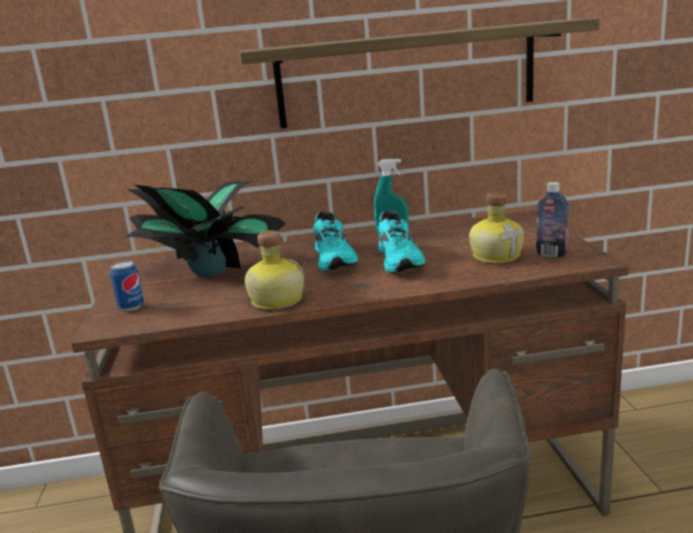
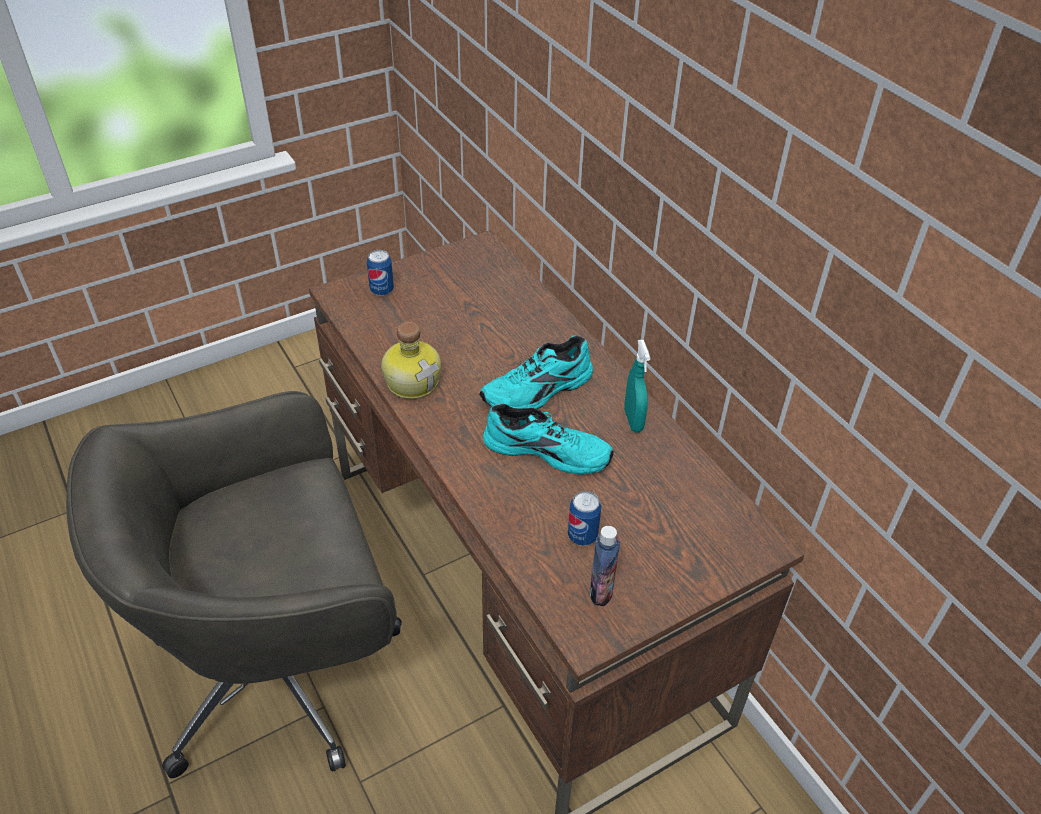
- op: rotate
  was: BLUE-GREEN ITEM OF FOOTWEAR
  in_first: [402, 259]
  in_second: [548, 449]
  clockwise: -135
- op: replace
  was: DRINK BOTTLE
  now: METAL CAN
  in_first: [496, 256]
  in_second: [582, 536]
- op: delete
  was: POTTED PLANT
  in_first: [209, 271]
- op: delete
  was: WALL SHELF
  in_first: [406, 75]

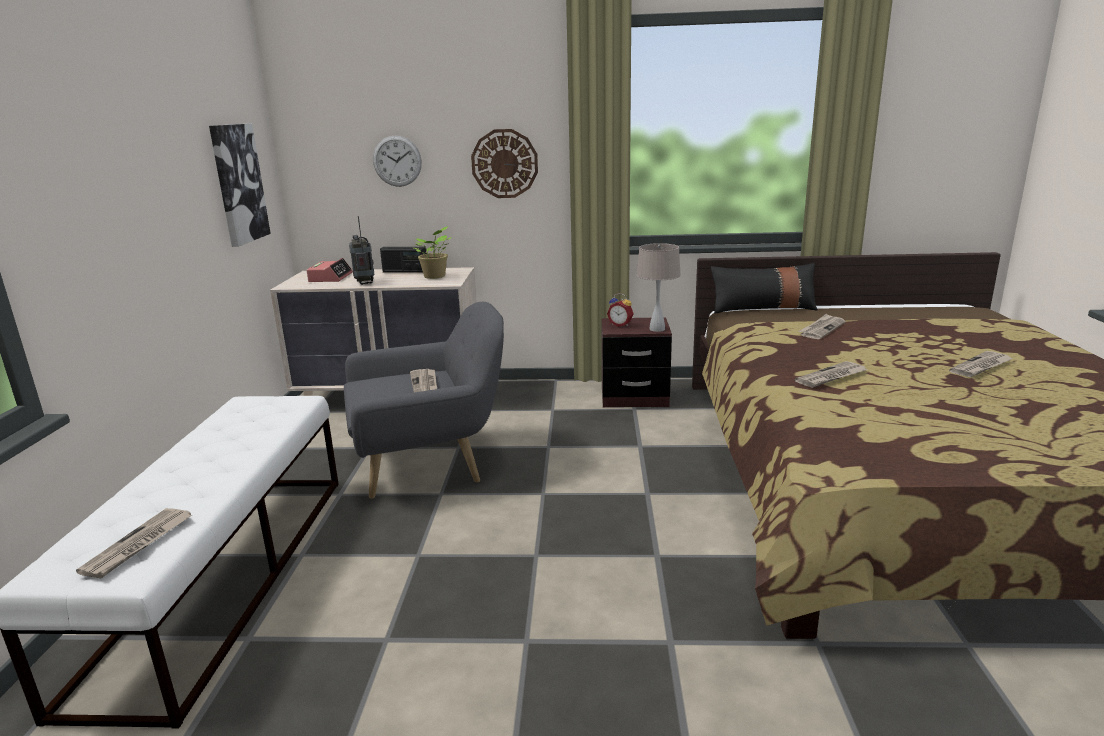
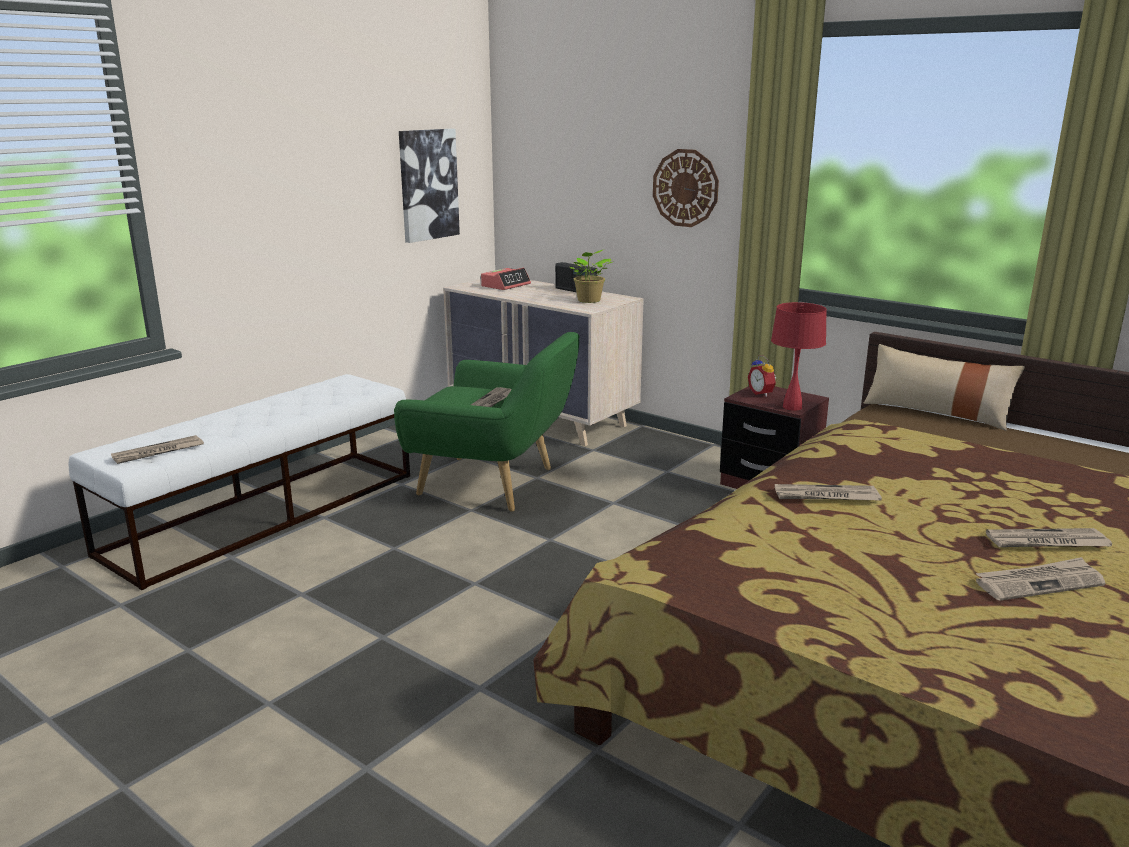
- op: recolor
  was: GREYISH ARMCHAIR
  now: GREEN-COLOURED ARMCHAIR
  in_first: [429, 465]
  in_second: [494, 484]
- op: recolor
  was: BEIGE LAMP FOR A TABLE
  now: REDDISH LAMP FOR A TABLE
  in_first: [657, 329]
  in_second: [792, 407]
- op: recolor
  was: BLACK CUSHION
  now: BEIGE CUSHION
  in_first: [762, 308]
  in_second: [936, 412]
- op: move
  was: DAILY PAPER
  in_first: [821, 329]
  in_second: [1039, 583]
- op: delete
  was: RADIO RECEIVER
  in_first: [365, 283]
- op: delete
  was: HANGING CLOCK
  in_first: [397, 161]

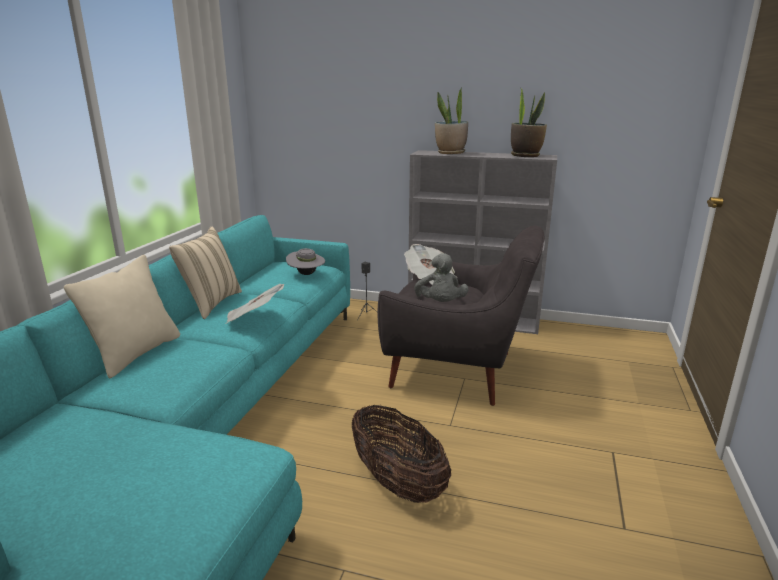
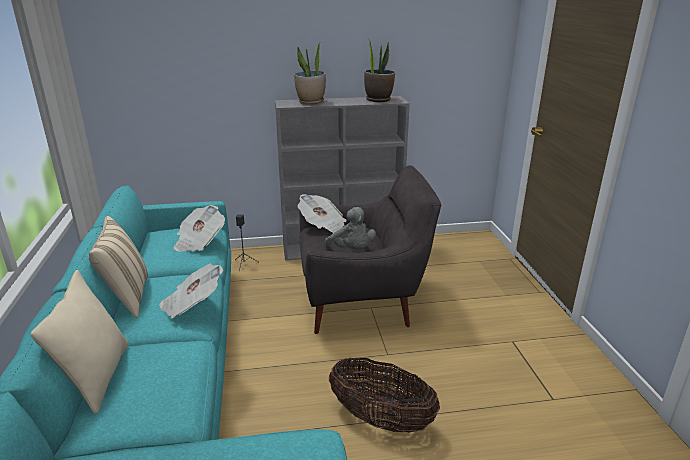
- op: replace
  was: GREYISH HAT
  now: DAILY PAPER
  in_first: [306, 274]
  in_second: [199, 242]

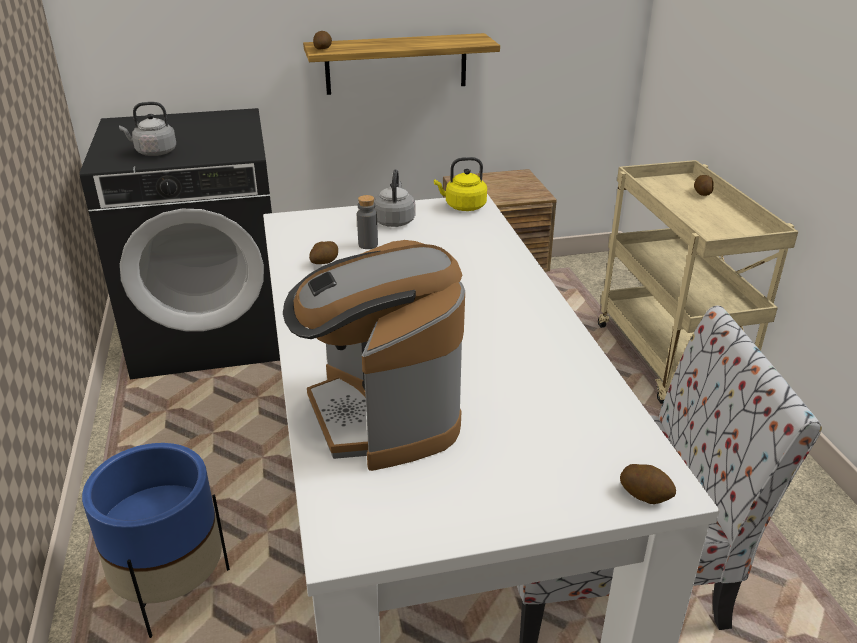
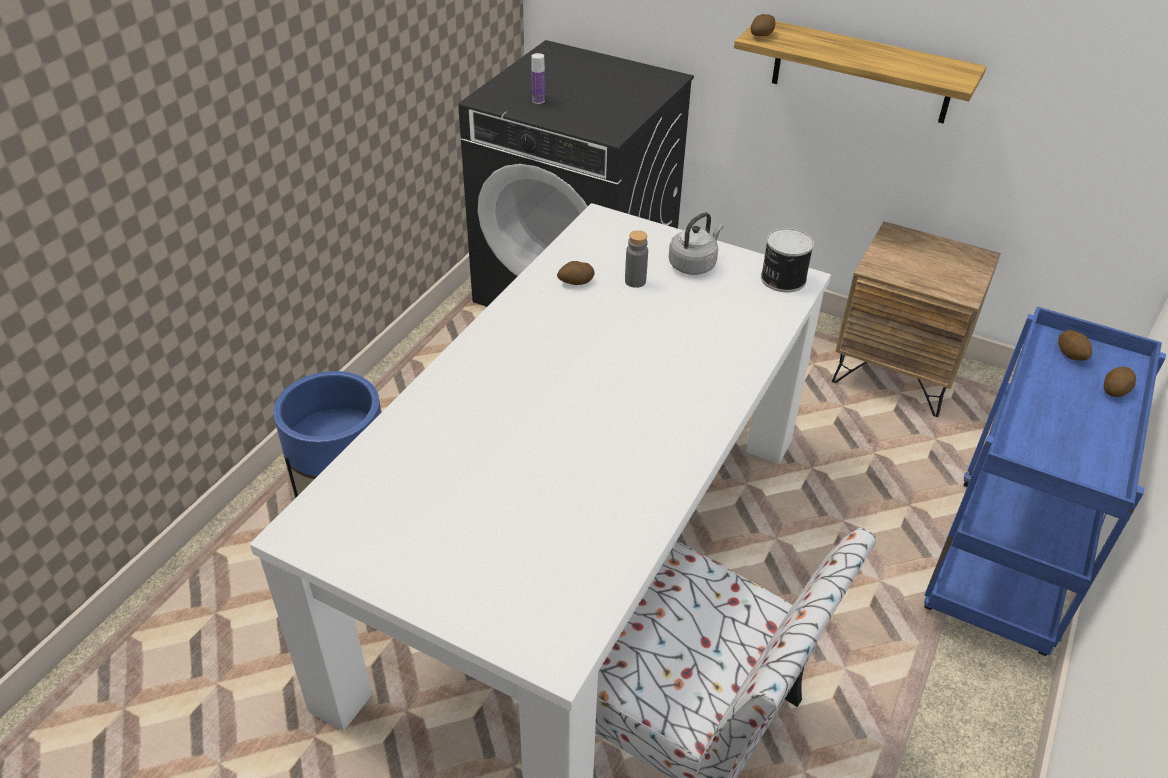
- op: replace
  was: GREYISH KETTLE
  now: DRINK BOTTLE
  in_first: [154, 152]
  in_second: [538, 101]
- op: replace
  was: YELLOW-COLOURED KETTLE
  now: METAL CAN
  in_first: [463, 206]
  in_second: [782, 279]
- op: recolor
  was: BEIGE WHEELED CART
  now: BLUE WHEELED CART
  in_first: [671, 360]
  in_second: [1002, 569]
- op: move
  was: WHOLE POTATO
  in_first: [645, 495]
  in_second: [1071, 354]
- op: delete
  was: COFFEE MAKER
  in_first: [382, 415]

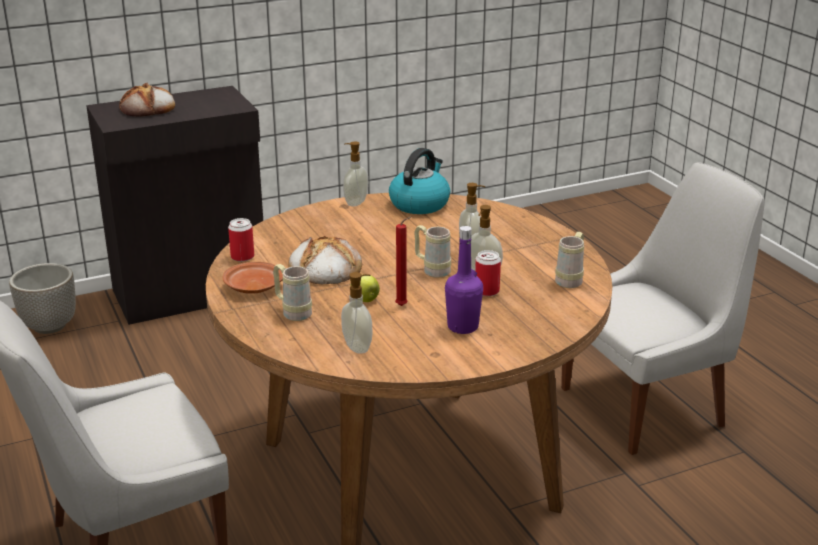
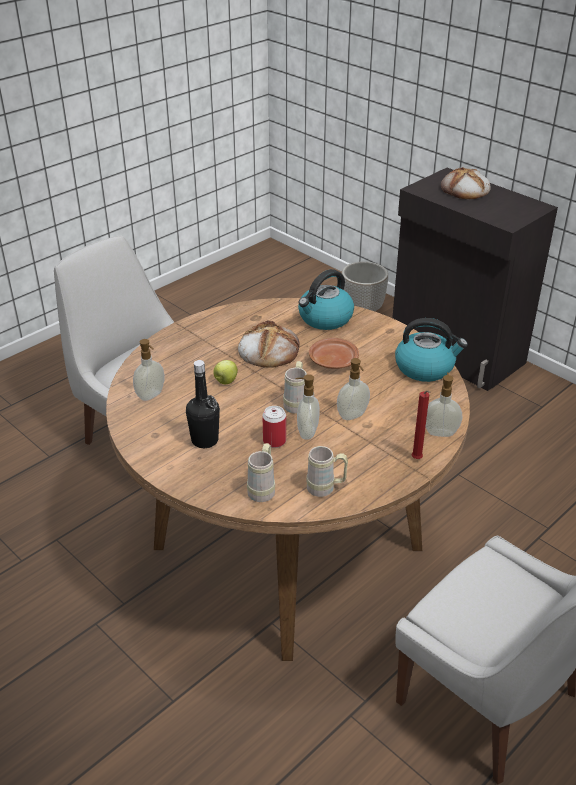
- op: recolor
  was: PURPLISH DRINK BOTTLE
  now: BLACK DRINK BOTTLE
  in_first: [463, 327]
  in_second: [204, 440]
- op: move
  was: BEIGE MUG
  in_first: [293, 312]
  in_second: [263, 489]
- op: insert
  now: KETTLE
  in_second: [325, 318]
- op: move
  was: BROWN-COLOURED PLATE
  in_first: [253, 287]
  in_second: [333, 360]
- op: move
  was: REDDISH CANDLE
  in_first: [403, 306]
  in_second: [417, 460]
- op: move
  was: SOAP BOTTLE
  in_first: [355, 202]
  in_second: [440, 432]
- op: delete
  was: METAL CAN
  in_first: [242, 257]

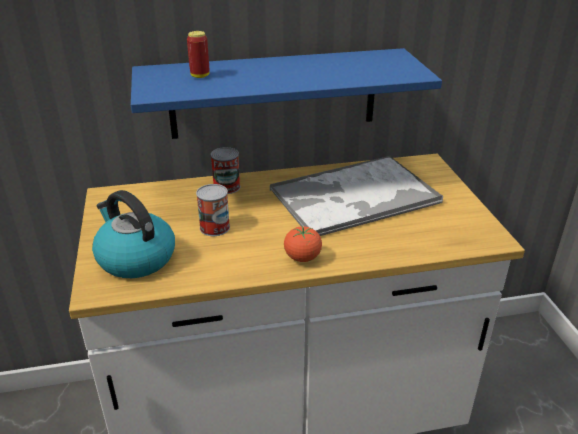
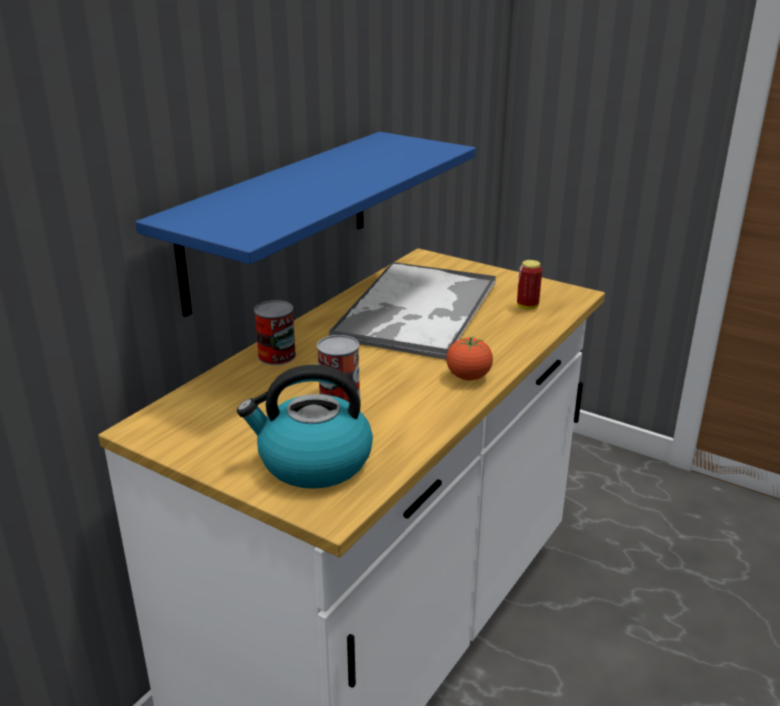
- op: move
  was: METAL CAN
  in_first: [200, 76]
  in_second: [527, 306]

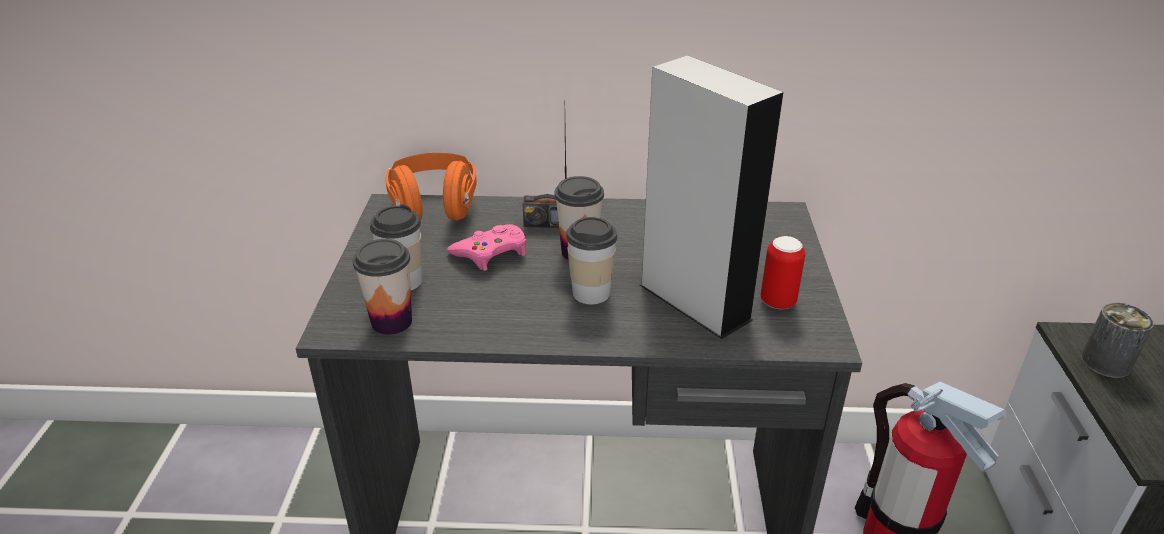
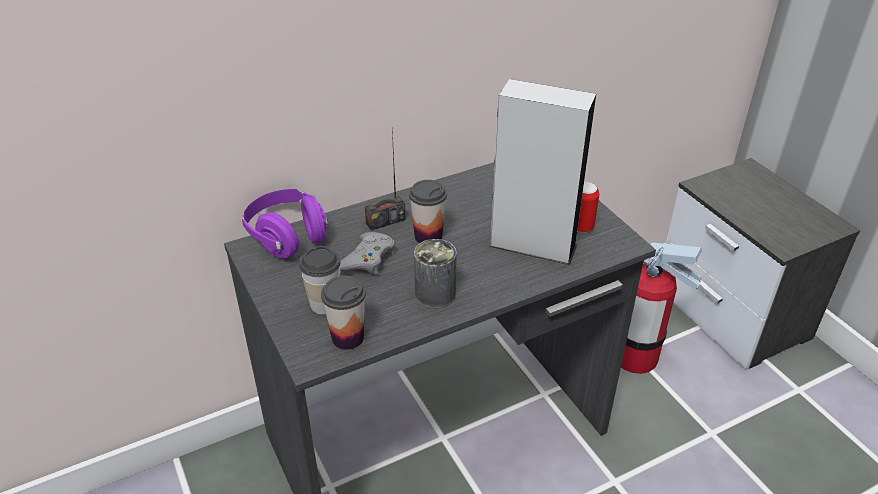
- op: recolor
  was: ORANGEY PAIR OF HEADPHONES
  now: PURPLISH PAIR OF HEADPHONES
  in_first: [434, 207]
  in_second: [288, 237]
- op: recolor
  was: PINK JOYPAD
  now: GREYISH JOYPAD
  in_first: [491, 252]
  in_second: [367, 259]
- op: move
  was: METAL CAN
  in_first: [1105, 363]
  in_second: [435, 294]
- op: delete
  was: SMALL CUP
  in_first: [591, 293]

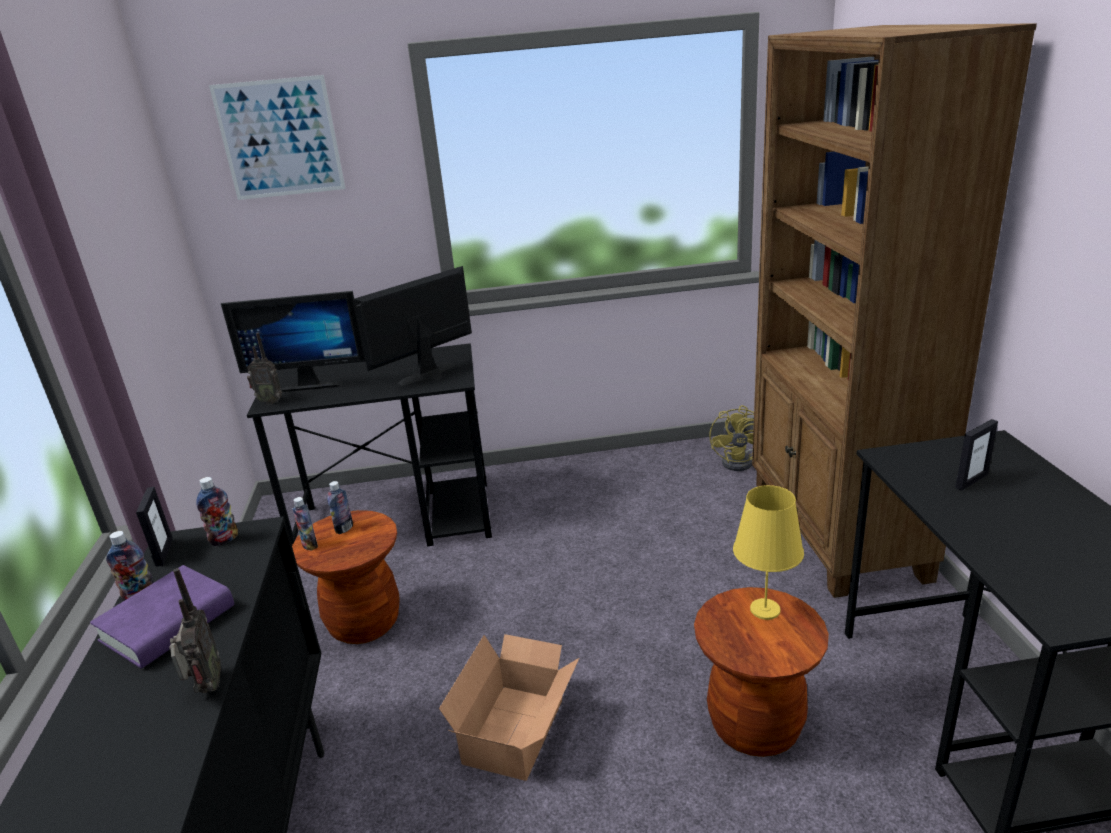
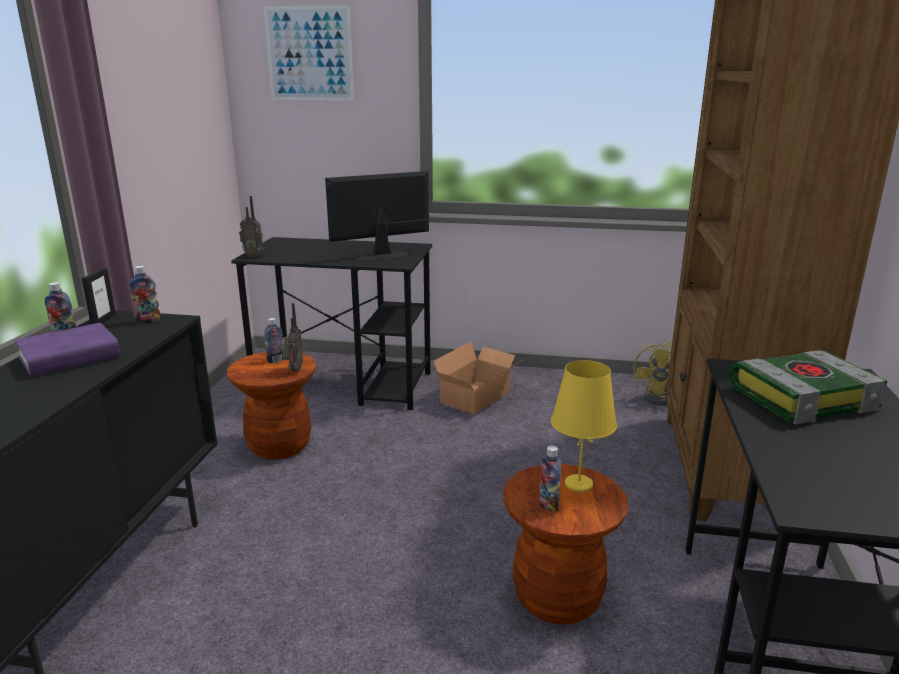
- op: move
  was: RADIO RECEIVER
  in_first: [206, 688]
  in_second: [293, 370]
- op: move
  was: CARTON
  in_first: [519, 730]
  in_second: [478, 397]
- op: move
  was: DRINK BOTTLE
  in_first: [310, 545]
  in_second: [548, 505]
- op: replace
  was: PHOTO FRAME
  now: VOLUME
  in_first: [971, 481]
  in_second: [802, 397]
- op: delete
  was: MONITOR
  in_first: [311, 384]

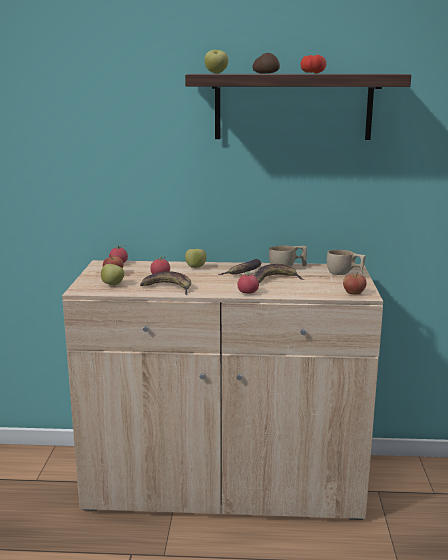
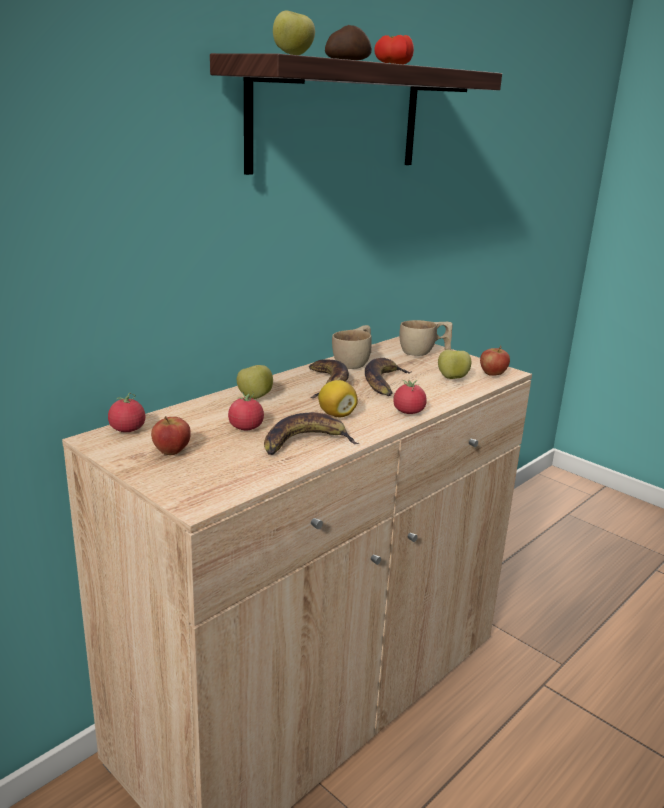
- op: insert
  now: LEMON
  in_second: [336, 414]
- op: move
  was: APPLE FRUIT
  in_first: [113, 285]
  in_second: [452, 378]

